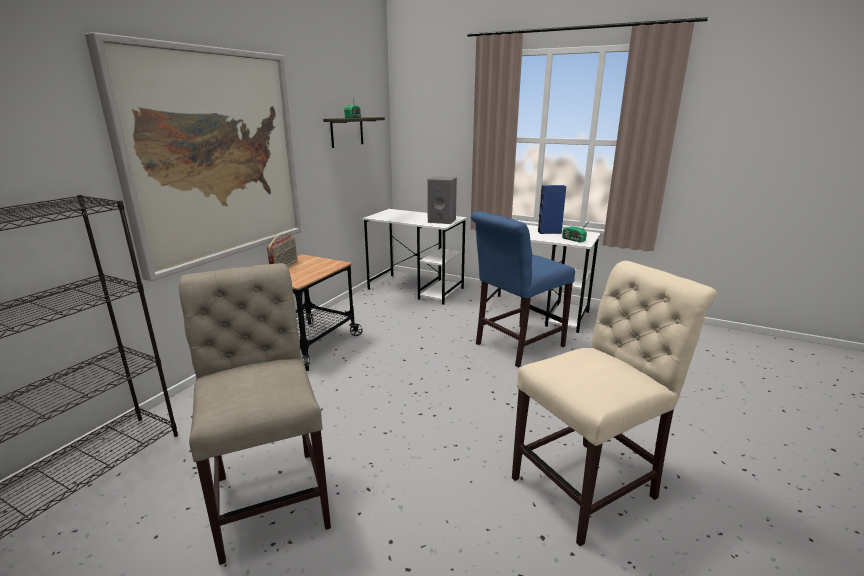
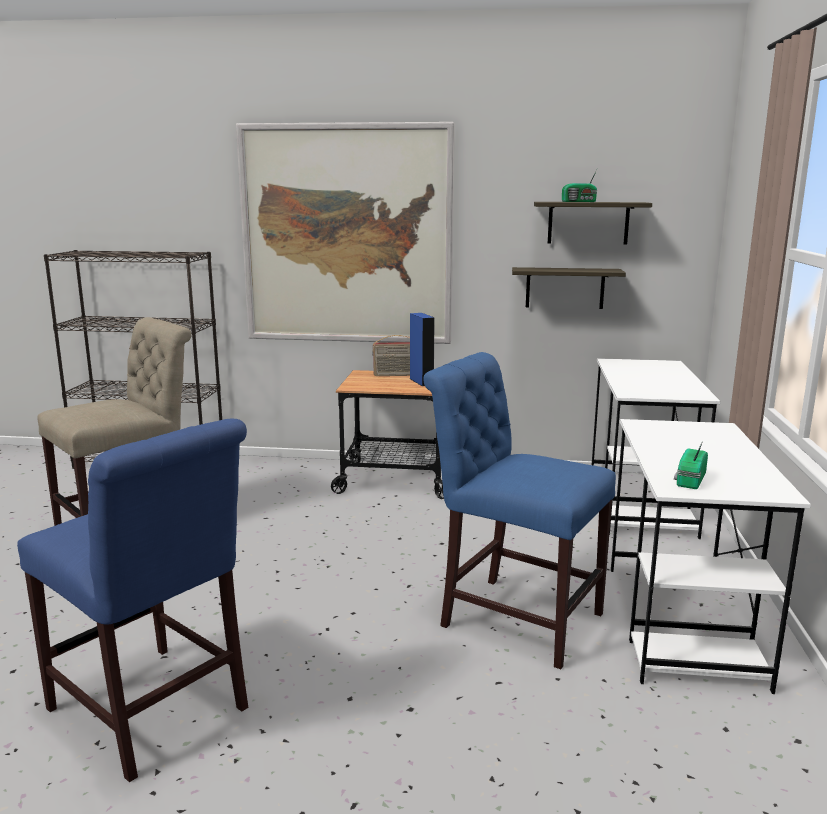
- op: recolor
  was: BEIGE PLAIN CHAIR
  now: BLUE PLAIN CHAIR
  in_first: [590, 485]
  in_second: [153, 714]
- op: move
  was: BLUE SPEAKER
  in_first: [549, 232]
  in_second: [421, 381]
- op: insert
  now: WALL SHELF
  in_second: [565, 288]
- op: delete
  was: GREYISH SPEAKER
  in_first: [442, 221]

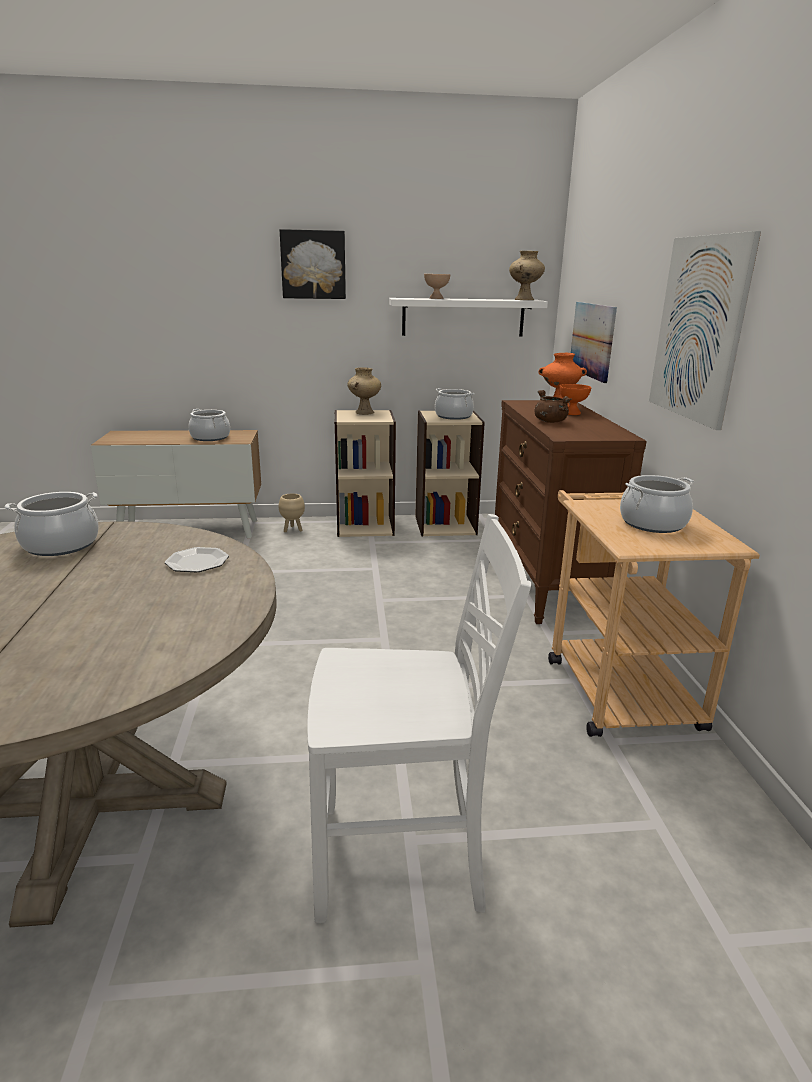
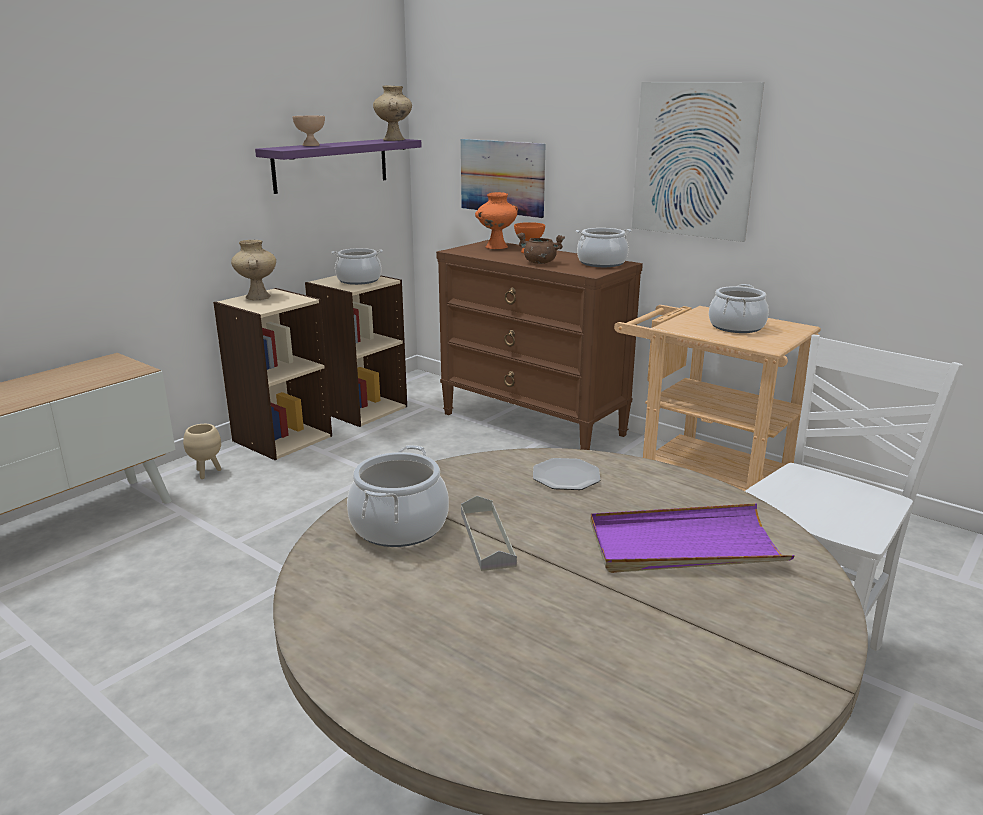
- op: recolor
  was: WHITE WALL SHELF
  now: PURPLISH WALL SHELF
  in_first: [463, 317]
  in_second: [331, 165]
- op: insert
  now: GREYISH TRAY
  in_second: [487, 538]
- op: move
  was: COOKING POT
  in_first: [210, 437]
  in_second: [602, 263]
- op: insert
  now: PURPLISH TRAY
  in_second: [684, 545]
- op: delete
  was: WALL PICTURE
  in_first: [313, 264]

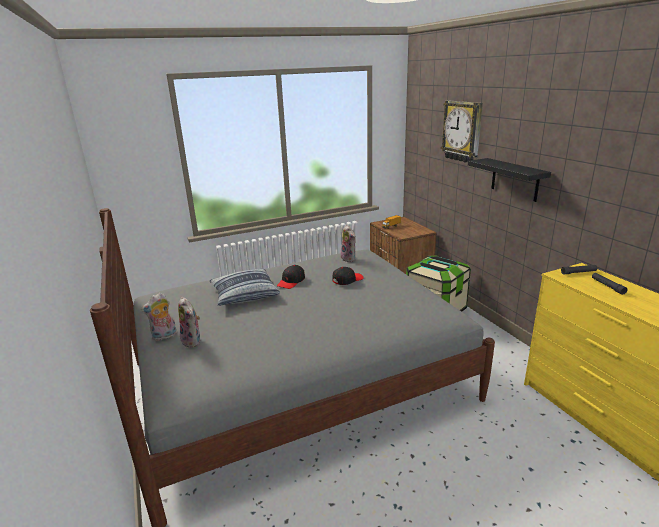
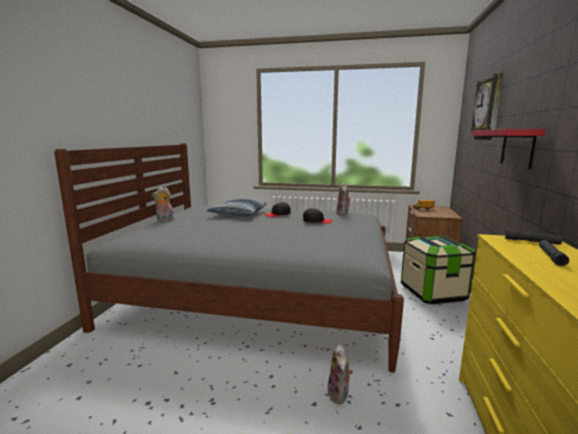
- op: move
  was: CUDDLY TOY
  in_first: [193, 341]
  in_second: [339, 395]
- op: recolor
  was: BLACK WALL SHELF
  now: REDDISH WALL SHELF
  in_first: [515, 179]
  in_second: [517, 148]

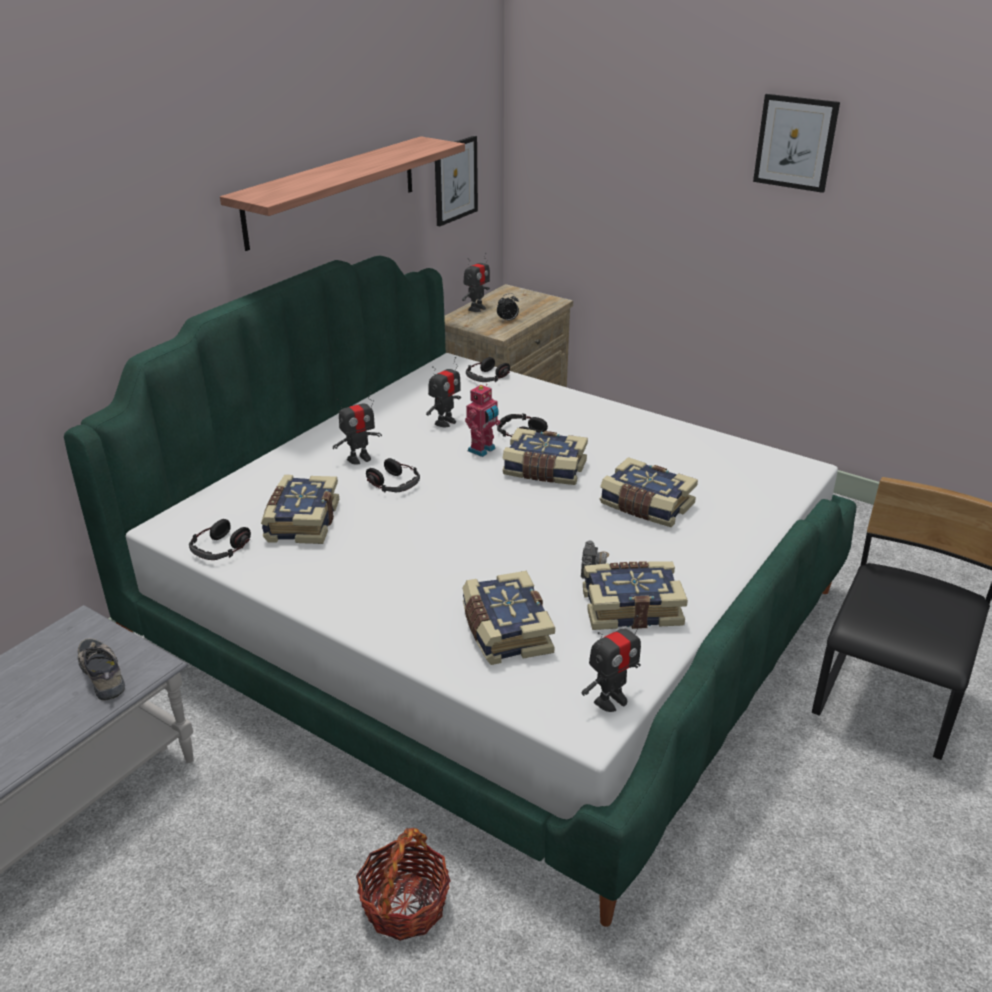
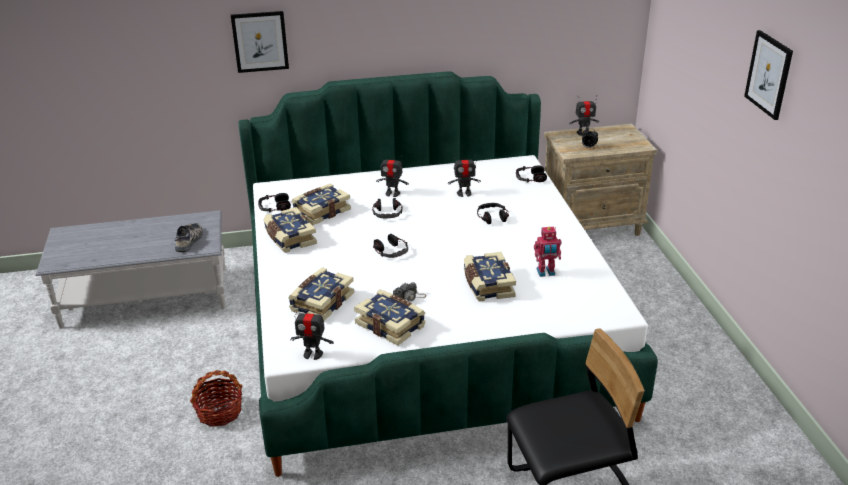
- op: move
  was: WALL PICTURE
  in_first: [455, 180]
  in_second: [260, 41]
- op: move
  was: VOLUME
  in_first: [544, 470]
  in_second: [289, 238]
- op: insert
  now: PAIR OF HEADPHONES
  in_second: [391, 251]
- op: move
  was: MODEL ROBOT
  in_first: [483, 450]
  in_second: [546, 273]
- op: delete
  was: WALL SHELF
  in_first: [332, 191]

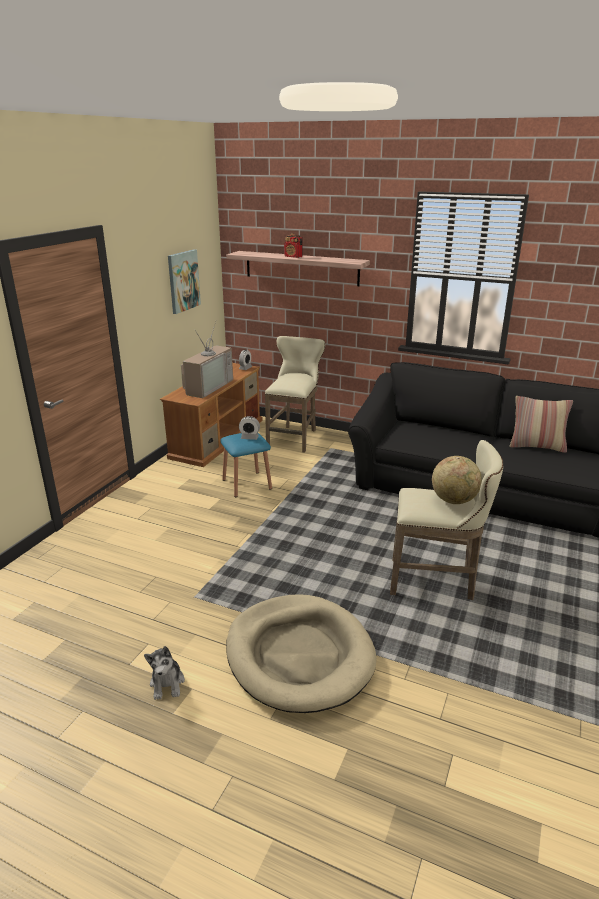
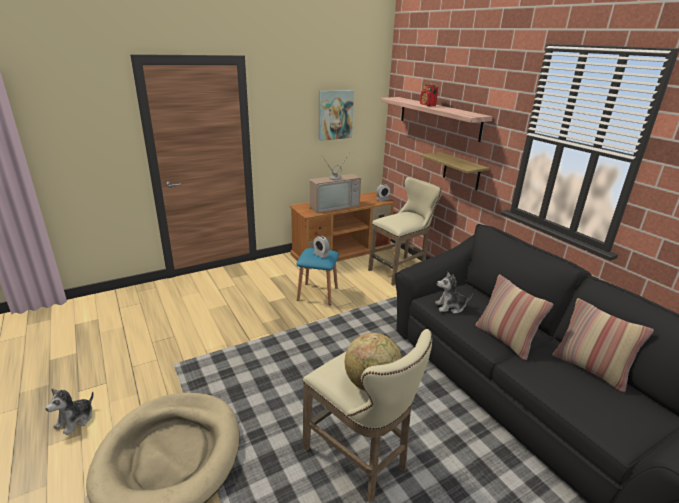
- op: insert
  now: WALL SHELF
  in_second: [461, 171]
- op: insert
  now: CUDDLY TOY
  in_second: [450, 307]
- op: insert
  now: CUSHION
  in_second: [505, 339]

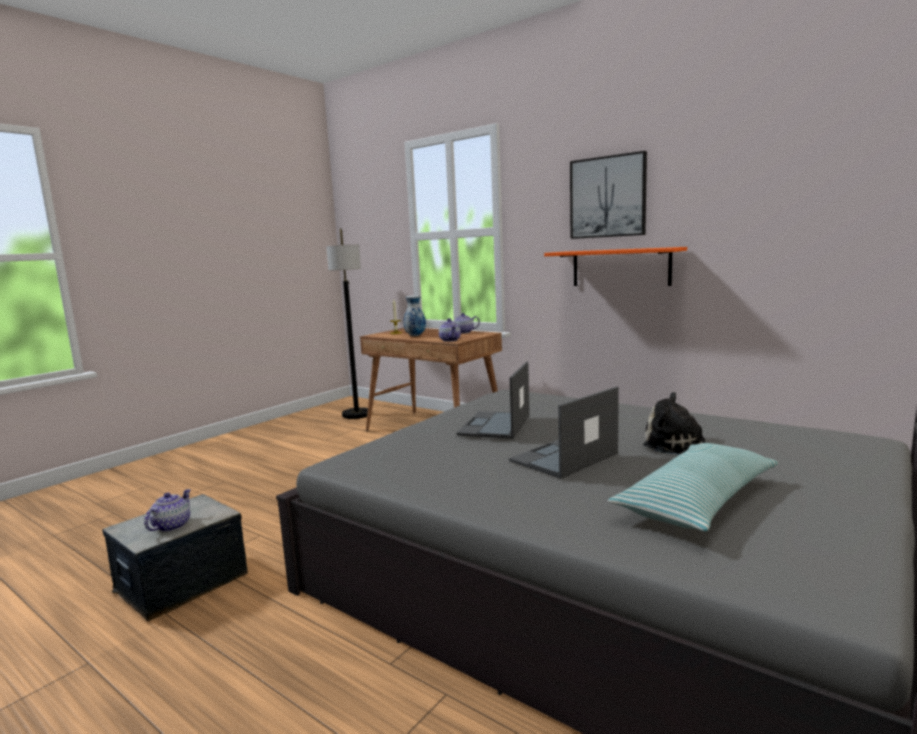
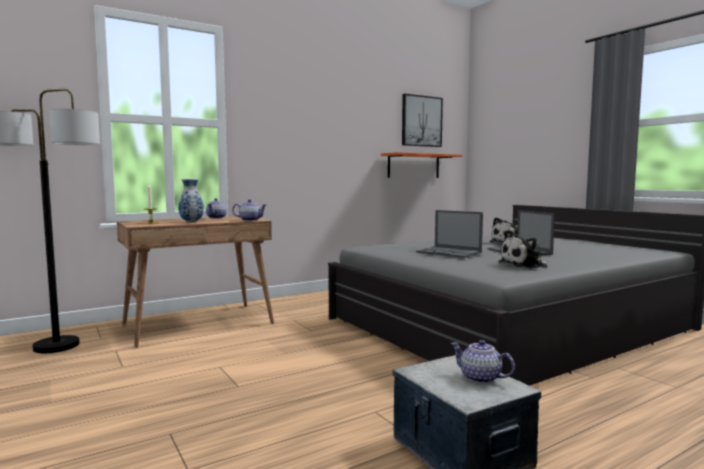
- op: move
  was: ORANGEY WALL SHELF
  in_first: [620, 267]
  in_second: [413, 166]
- op: move
  was: WALL PICTURE
  in_first: [607, 197]
  in_second: [421, 121]
- op: insert
  now: CUDDLY TOY
  in_second: [525, 265]
- op: delete
  was: CUSHION
  in_first: [697, 502]

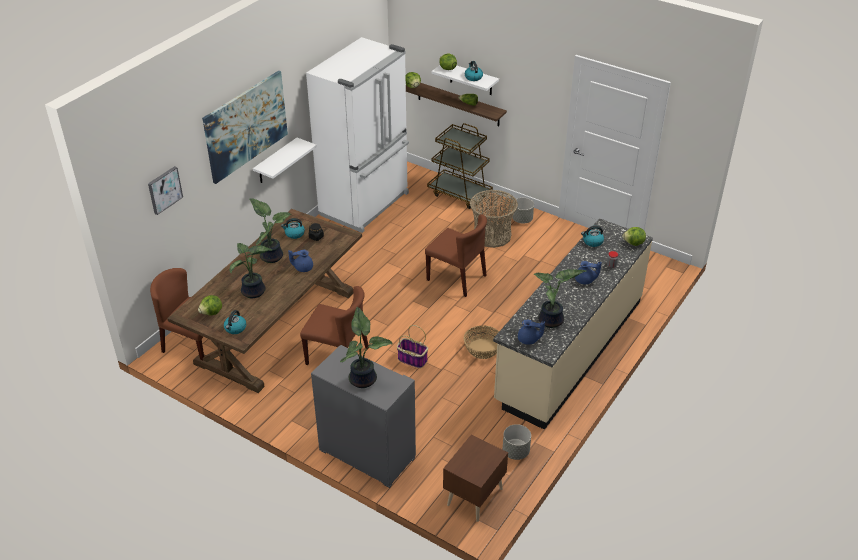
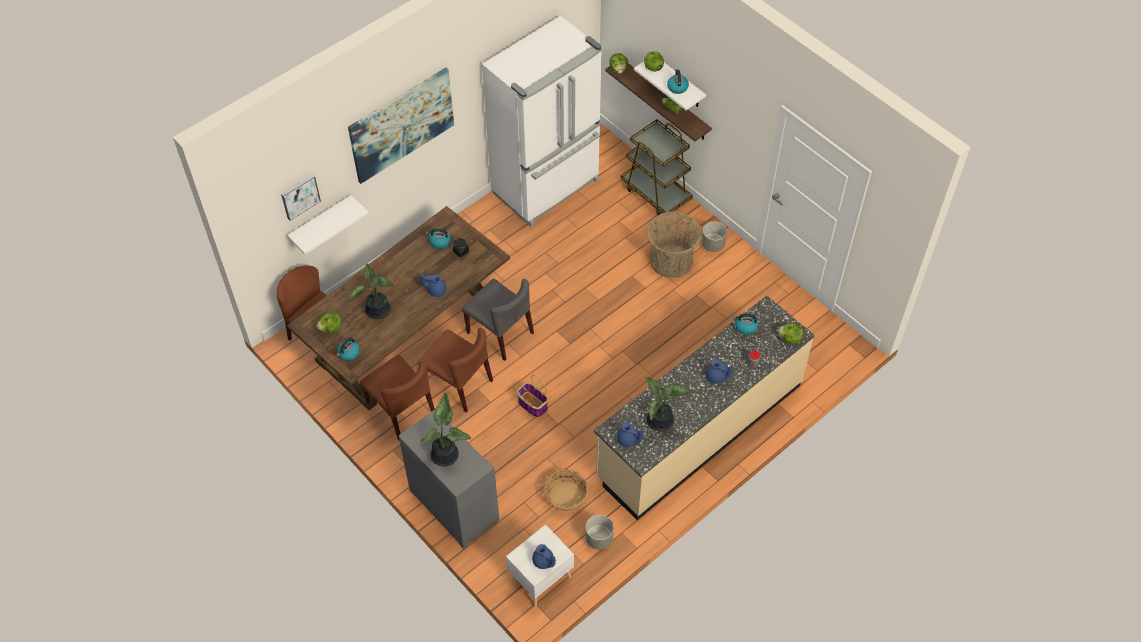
- op: move
  was: WHITE WALL SHELF
  in_first: [276, 161]
  in_second: [321, 222]
- op: move
  was: BROWN-COLOURED PLAIN CHAIR
  in_first: [457, 278]
  in_second: [402, 411]
- op: insert
  now: GREYISH PLAIN CHAIR
  in_second: [500, 333]
- op: recolor
  was: BROWN-COLOURED NIGHT TABLE
  now: WHITE NIGHT TABLE
  in_first: [473, 497]
  in_second: [540, 579]
- op: insert
  now: BLUE POT FOR TEA
  in_second: [543, 561]
- op: move
  was: HOUSEHOLD BASKET
  in_first: [482, 349]
  in_second: [566, 496]
- op: delete
  was: POTTED PLANT
  in_first: [272, 256]

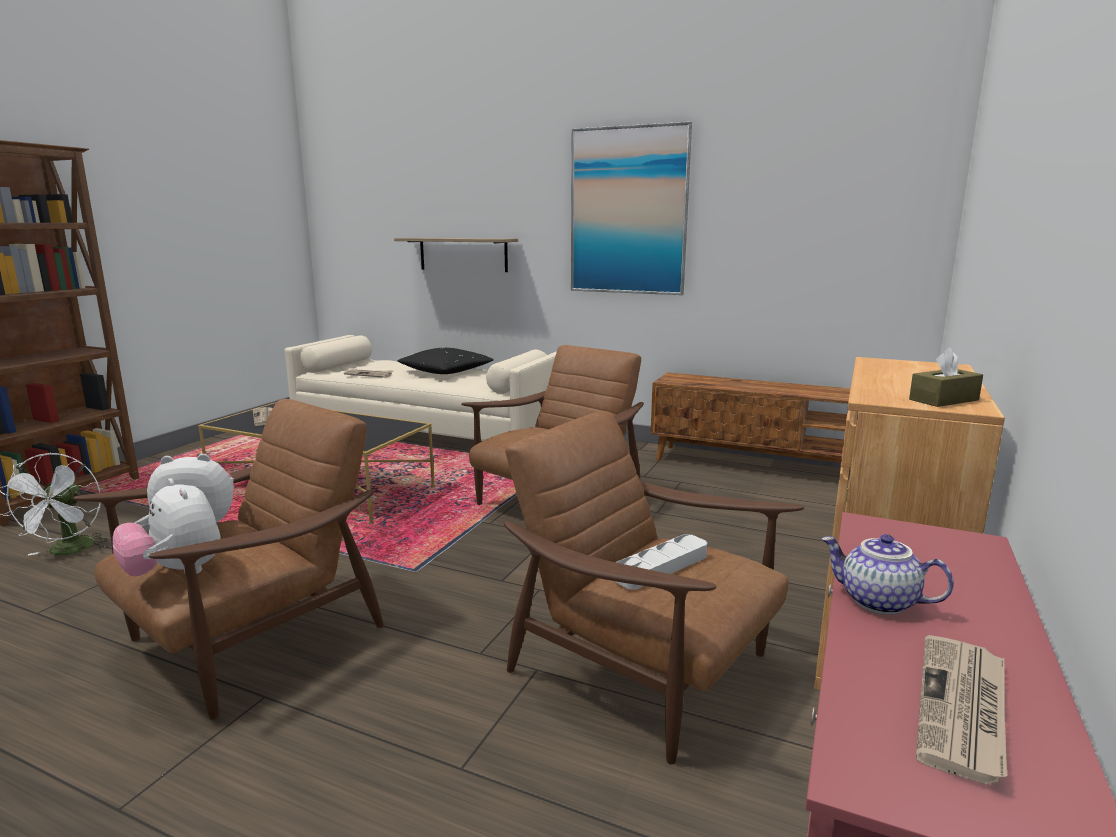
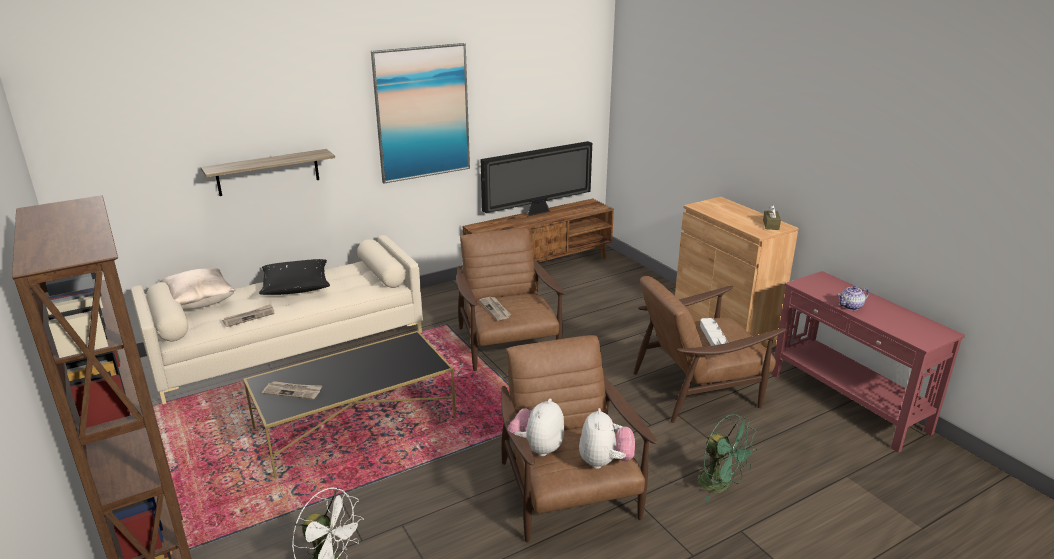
- op: insert
  now: BEIGE CUSHION
  in_second: [200, 303]
- op: move
  was: DAILY PAPER
  in_first: [963, 709]
  in_second: [495, 309]
- op: insert
  now: TV SET
  in_second: [538, 212]
- op: rotate
  was: CUDDLY TOY
  in_first: [175, 573]
  in_second: [604, 462]
  clockwise: -75
- op: insert
  now: GREEN-COLOURED ELECTRIC FAN
  in_second: [720, 486]

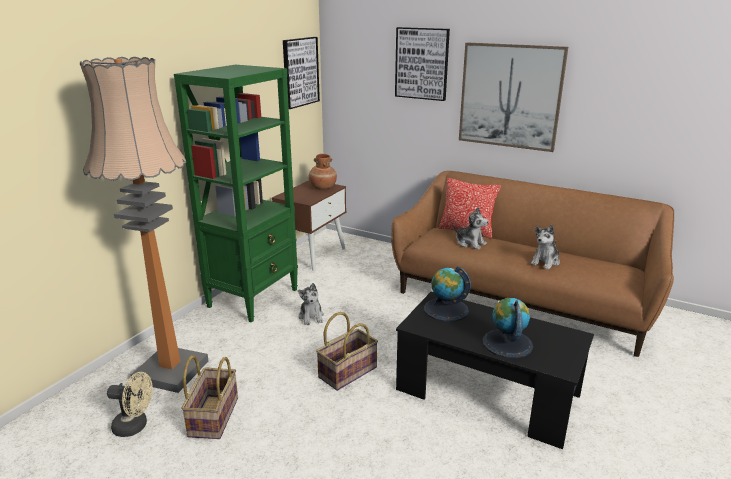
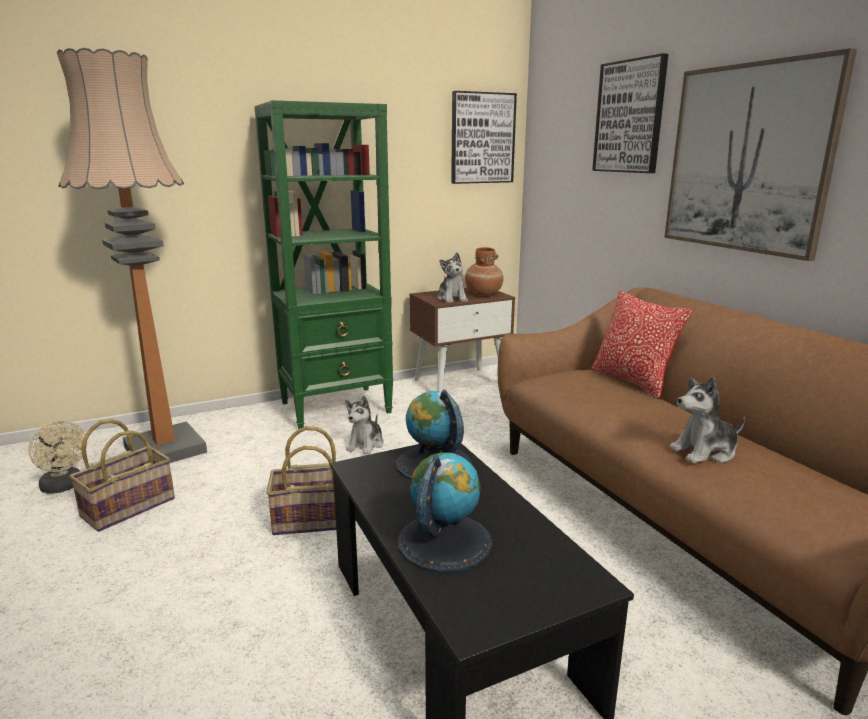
- op: move
  was: CUDDLY TOY
  in_first: [470, 243]
  in_second: [452, 299]

